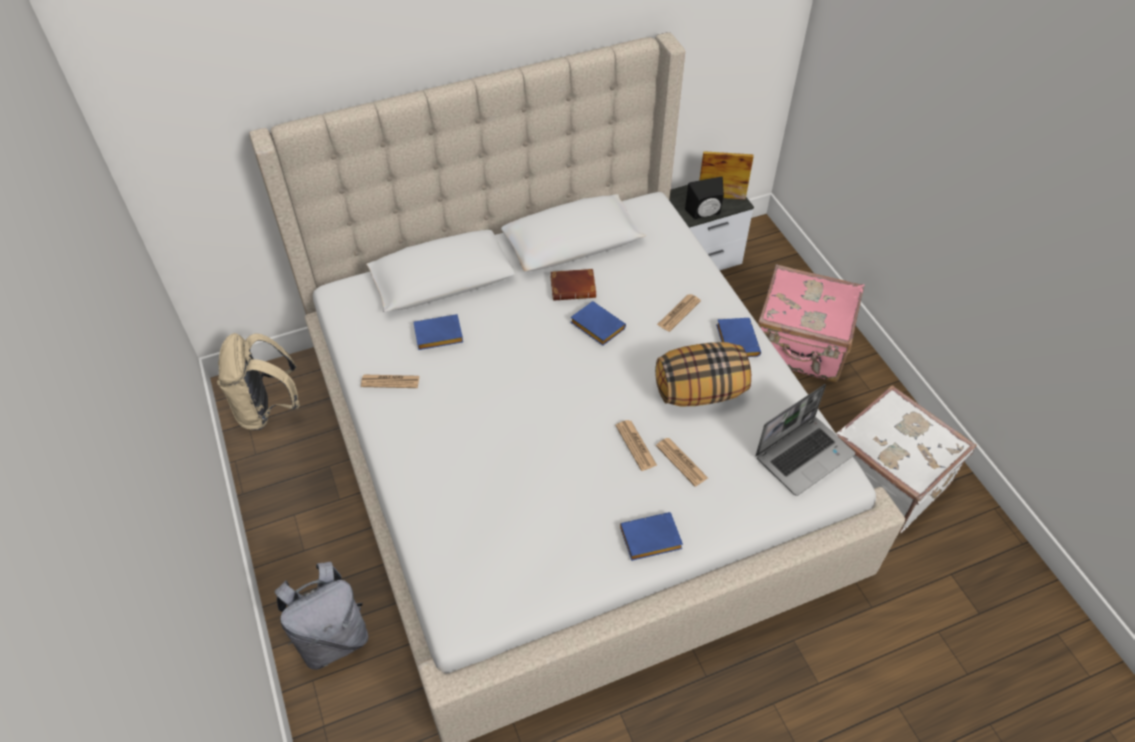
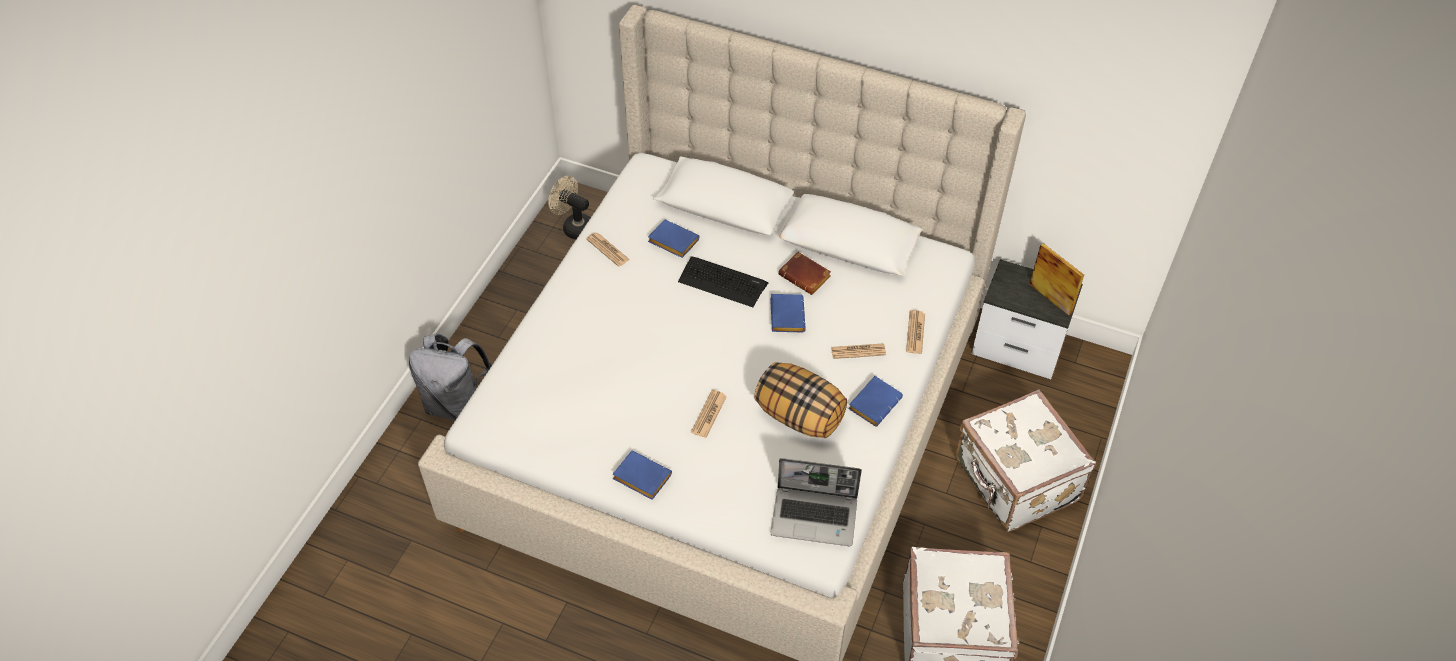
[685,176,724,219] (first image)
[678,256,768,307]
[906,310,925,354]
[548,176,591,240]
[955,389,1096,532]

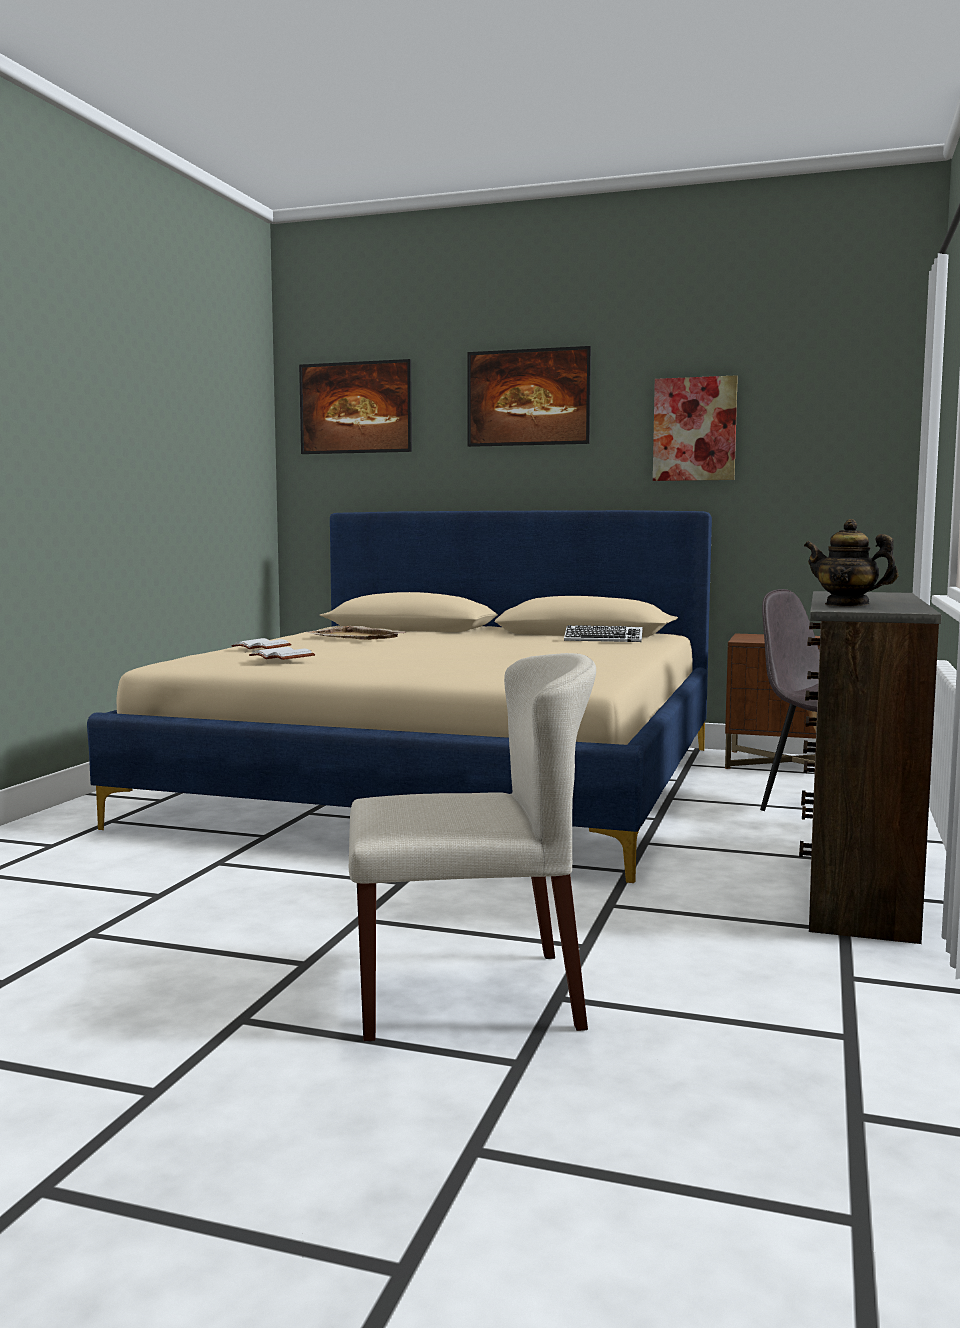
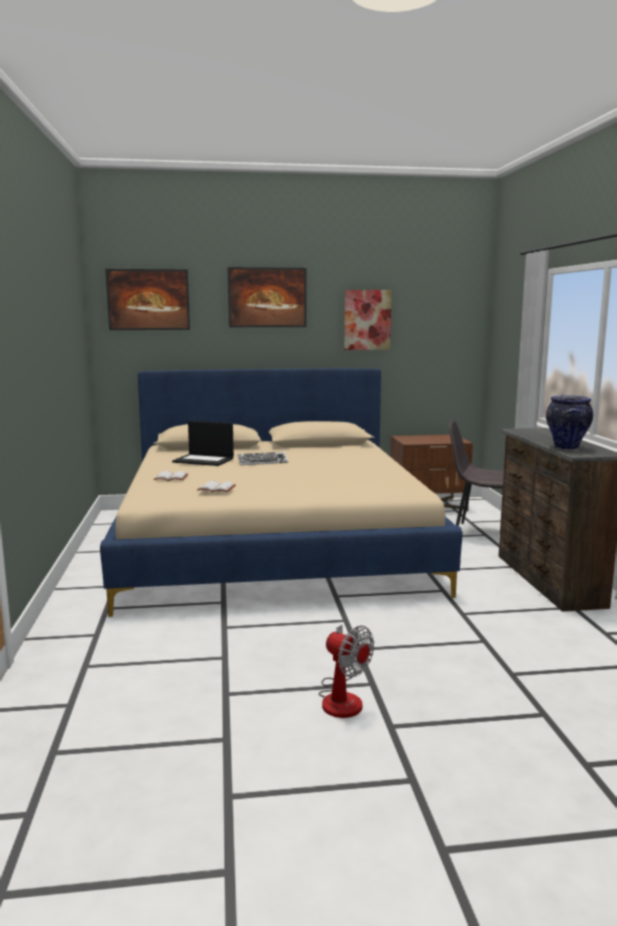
[349,653,596,1041] (first image)
[319,625,374,718]
[237,452,288,465]
[172,421,234,466]
[546,395,593,450]

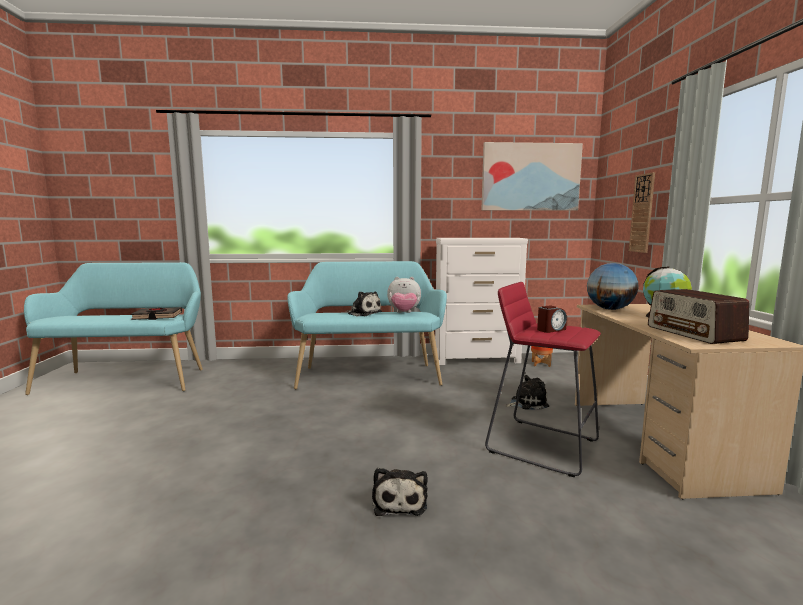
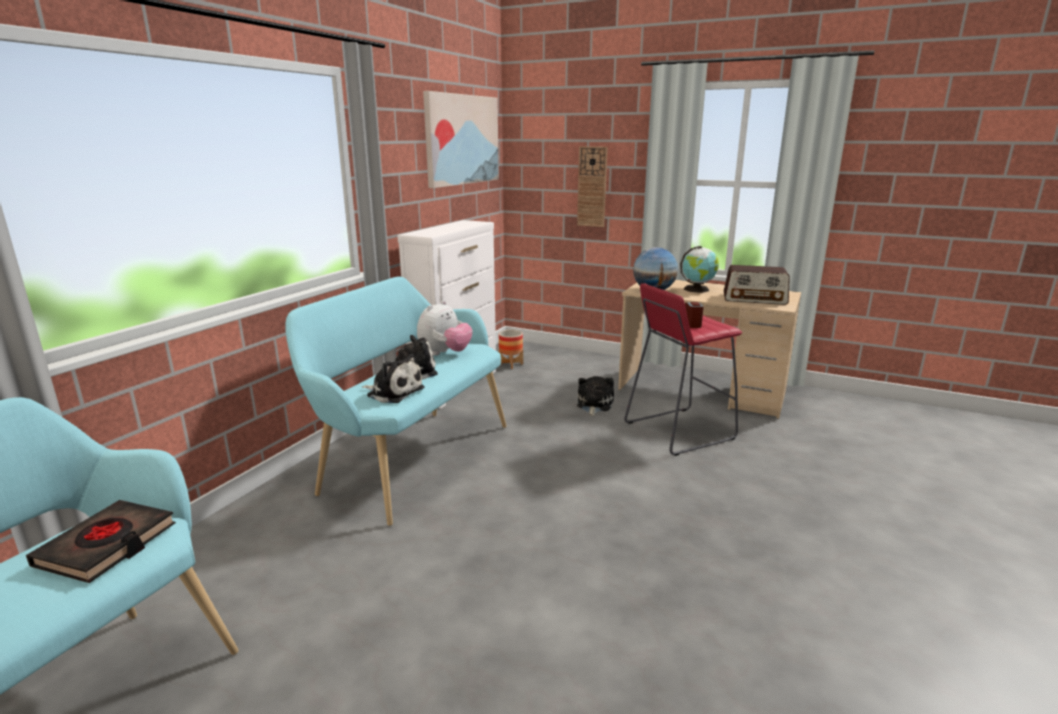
[362,354,425,403]

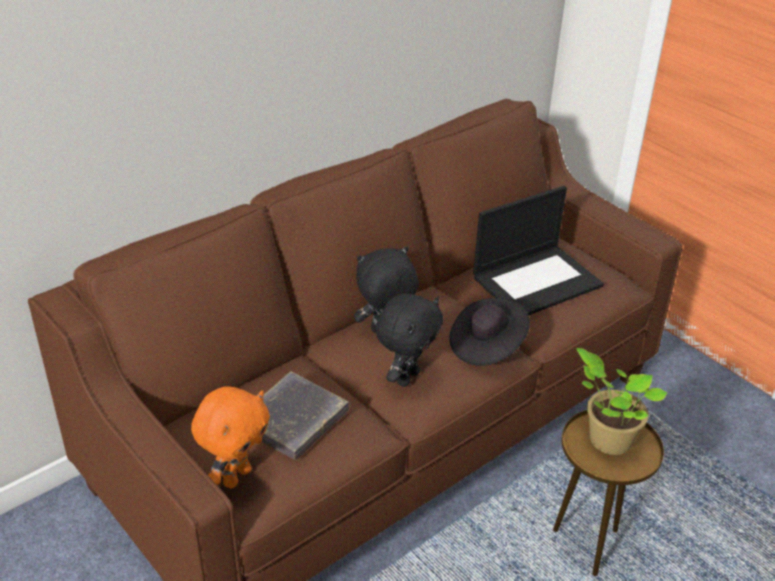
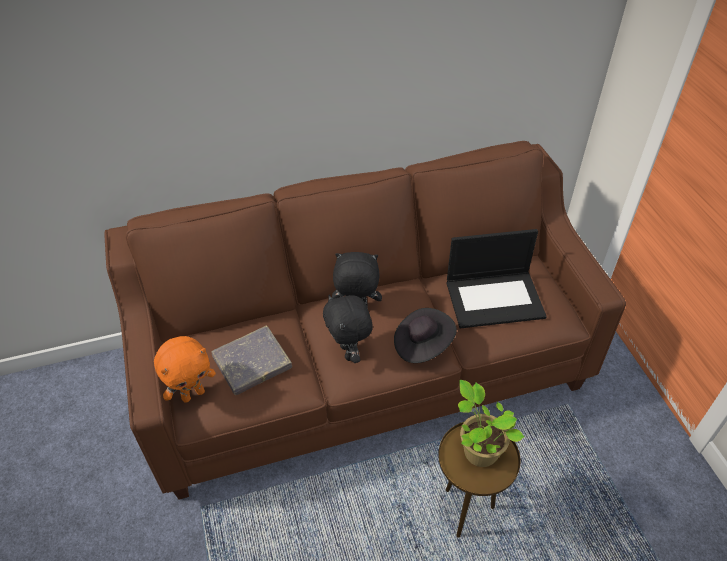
[323,295,373,363]

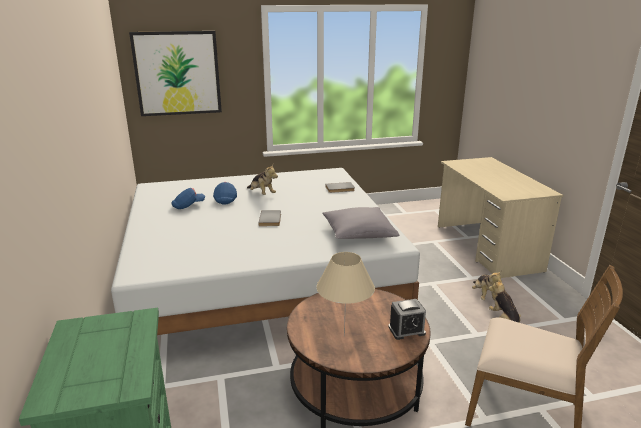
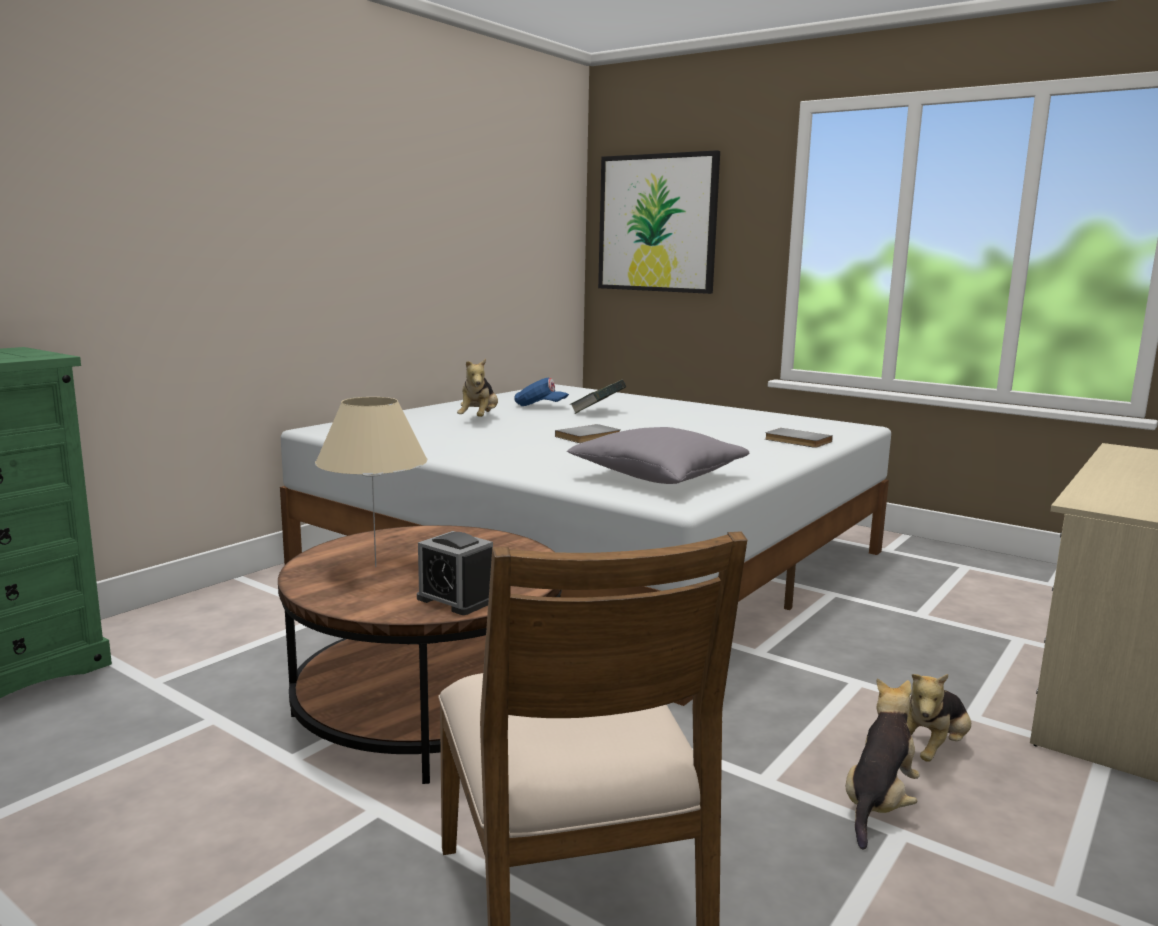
[457,359,498,417]
[570,380,626,414]

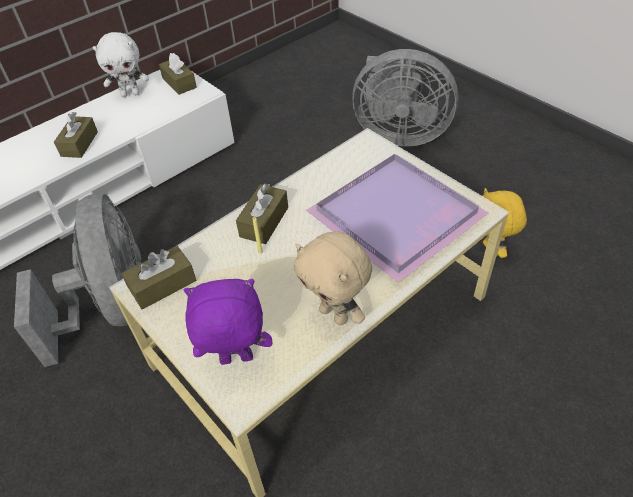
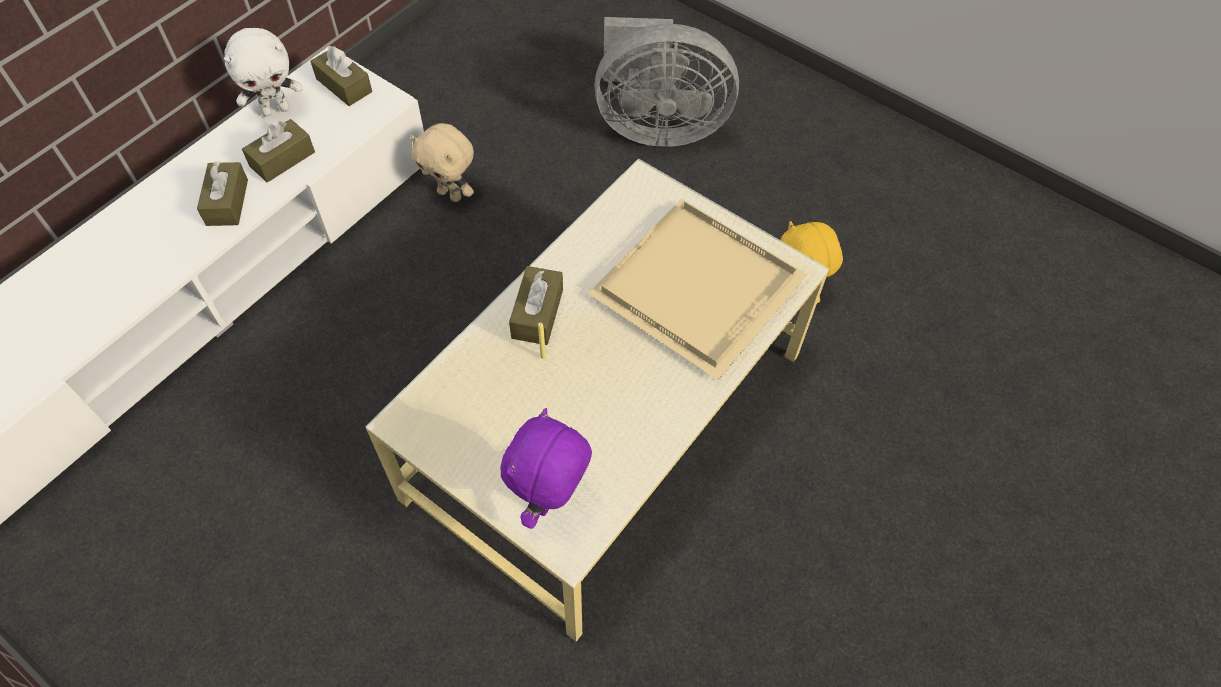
[14,194,141,367] (first image)
[242,119,315,183]
[410,123,474,202]
[588,199,807,380]
[501,408,592,529]

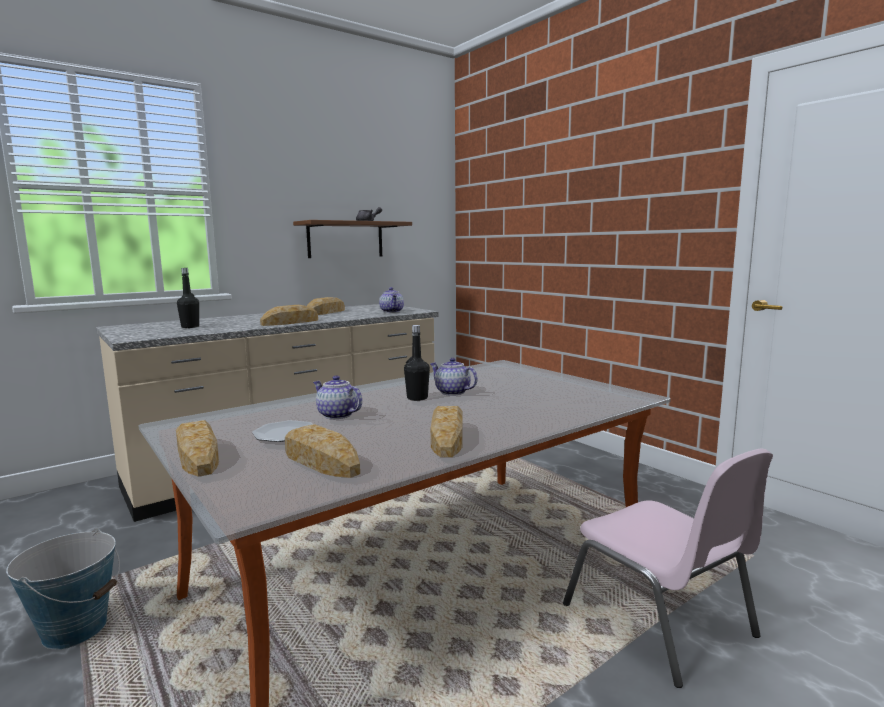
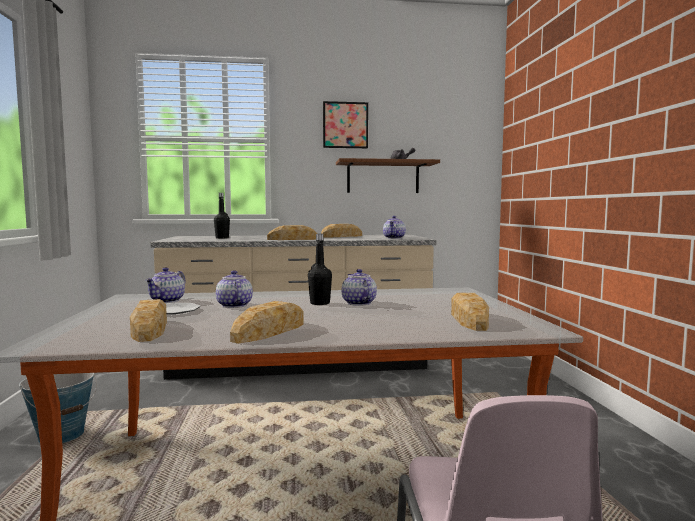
[145,267,185,303]
[323,101,368,148]
[451,293,489,331]

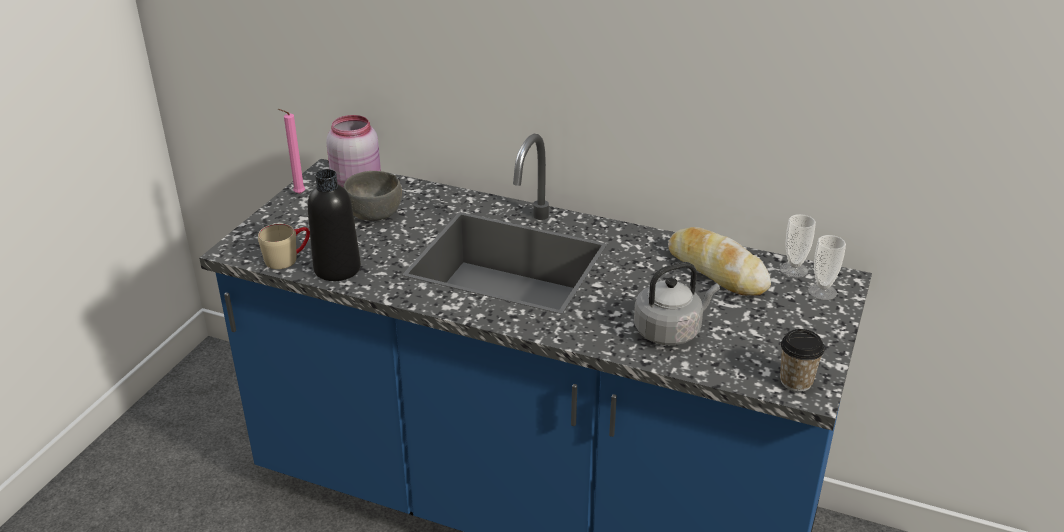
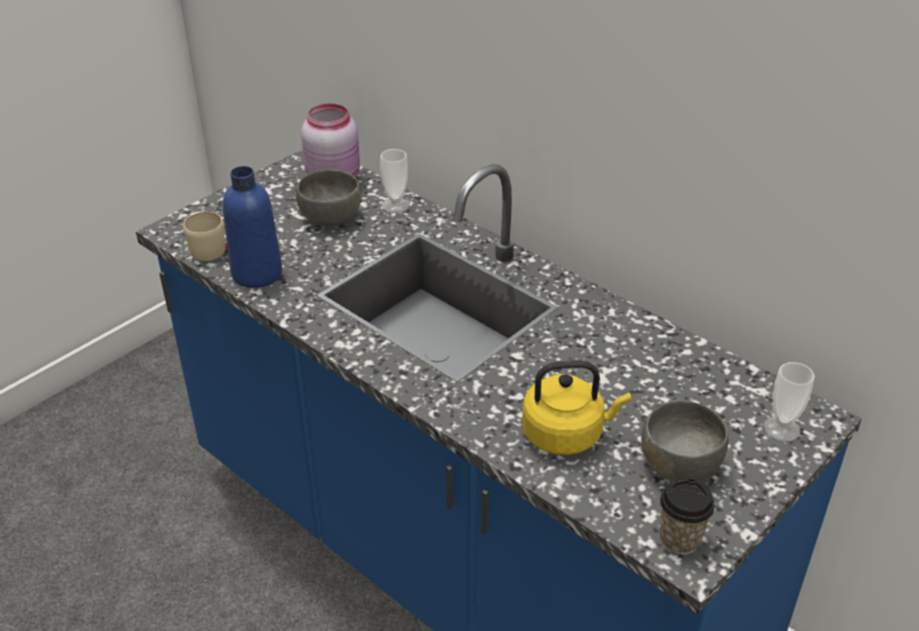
[278,109,305,194] (first image)
[668,227,771,296] (first image)
[641,400,729,481]
[380,149,409,213]
[223,166,282,288]
[522,360,631,455]

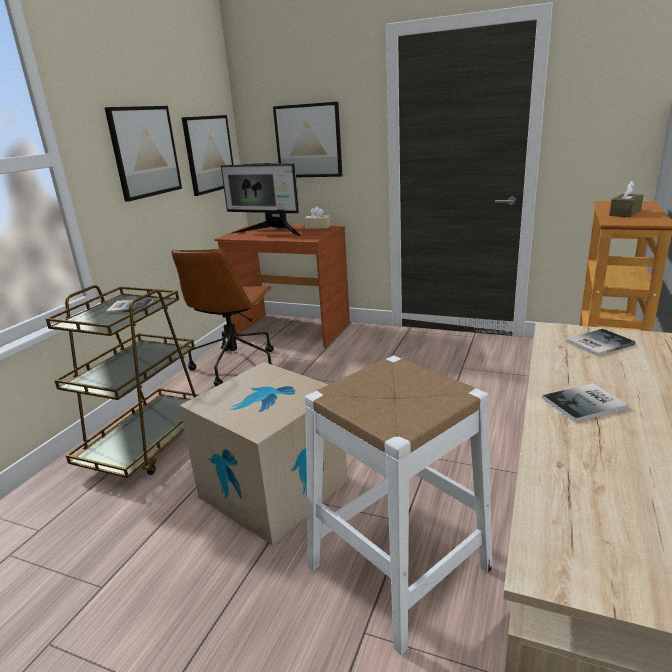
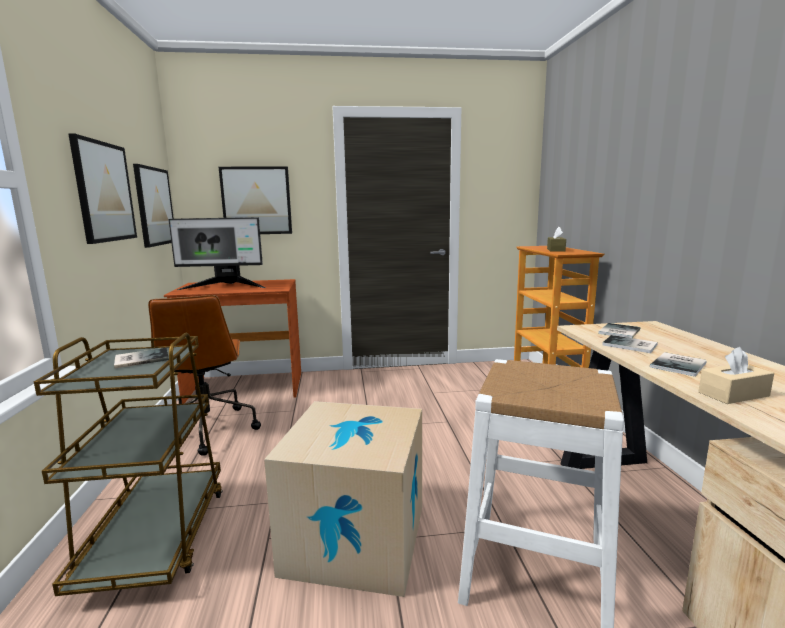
[602,335,658,353]
[699,347,774,404]

